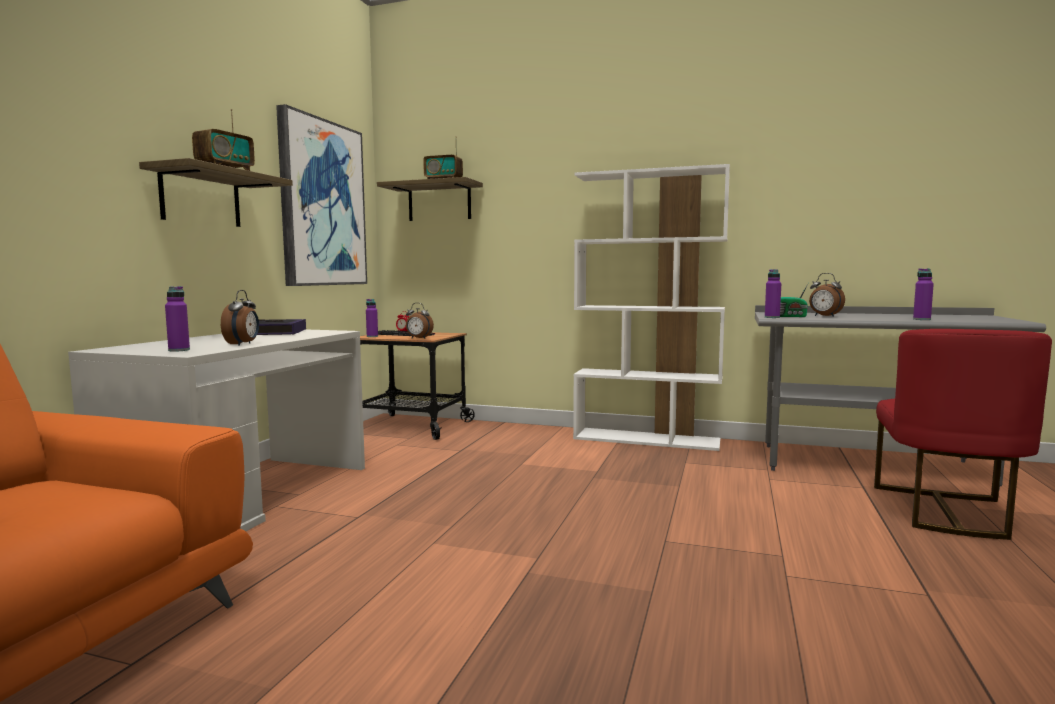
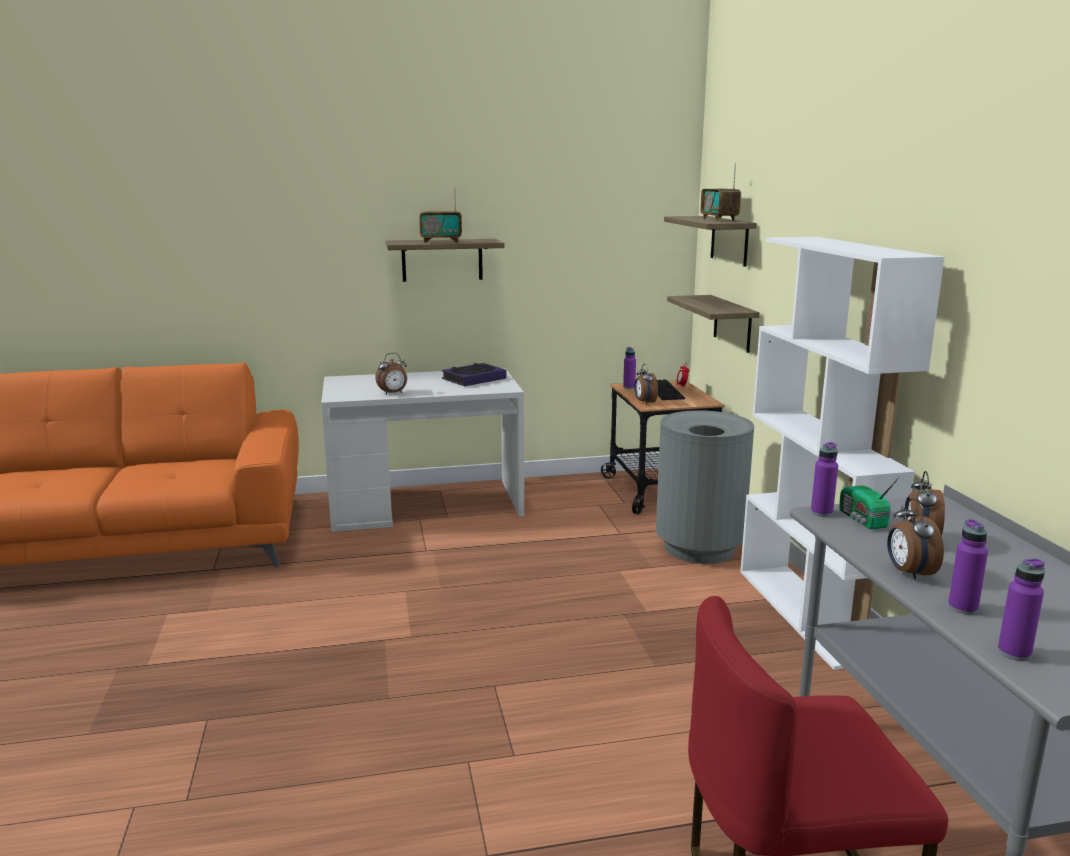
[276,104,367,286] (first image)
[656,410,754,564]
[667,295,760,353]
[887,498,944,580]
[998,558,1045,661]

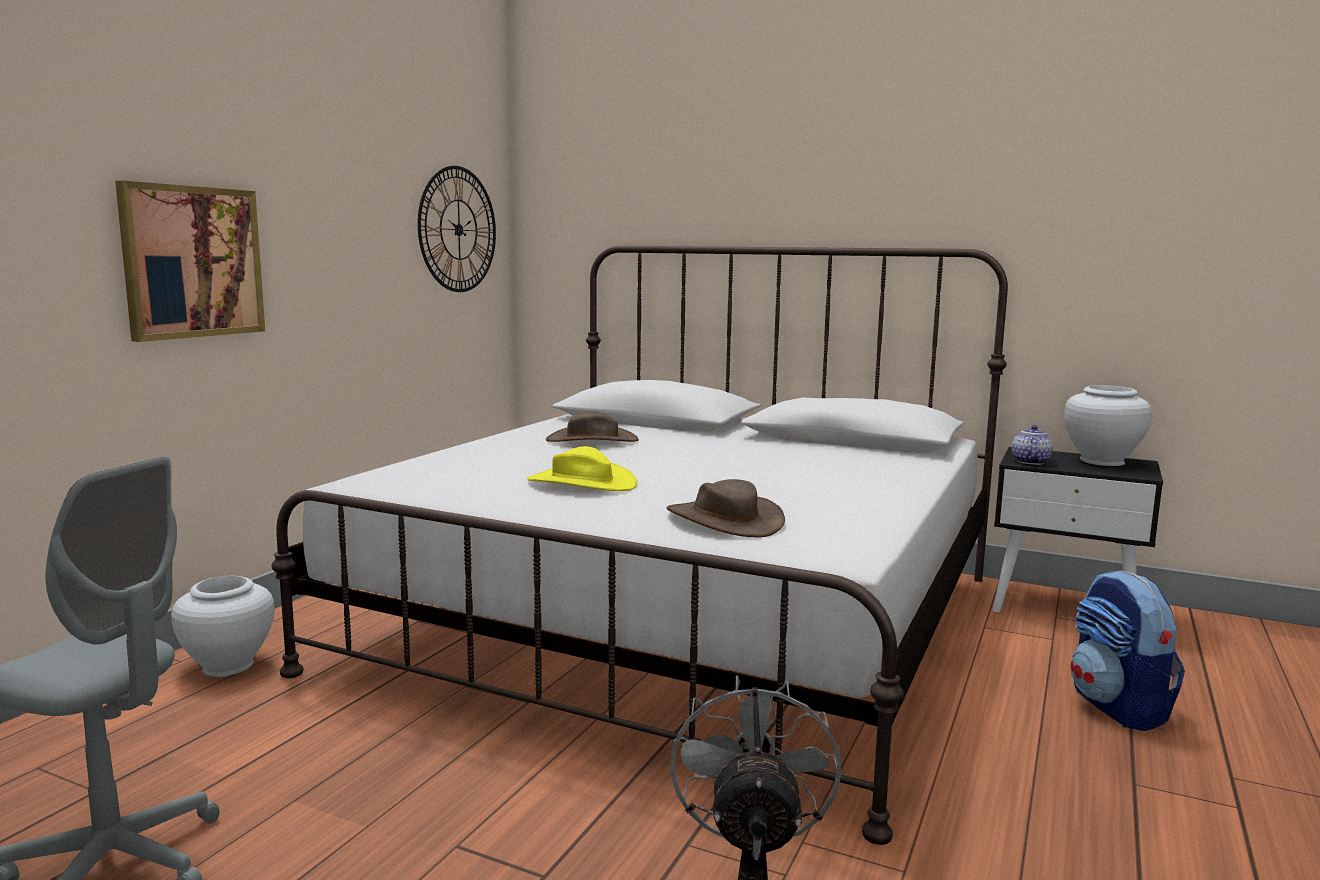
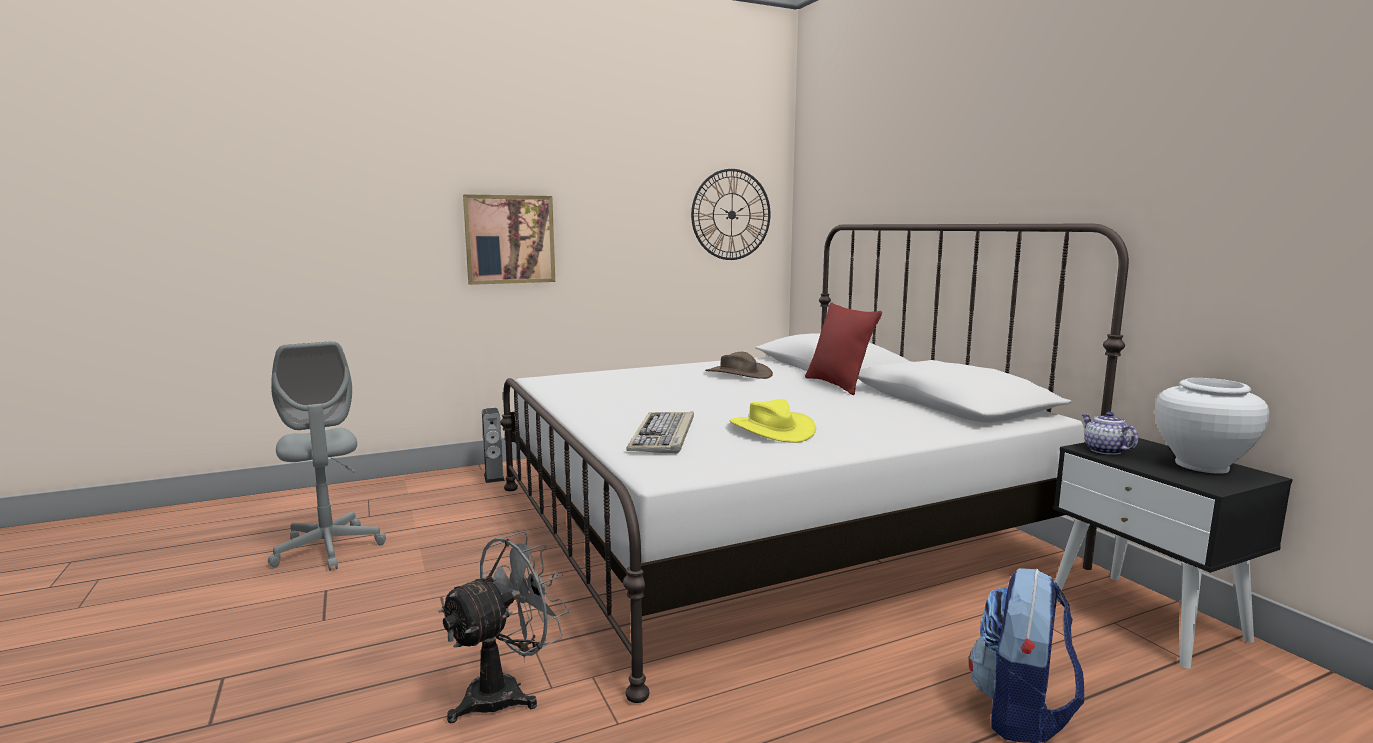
[805,303,882,395]
[730,399,816,443]
[482,408,505,483]
[626,411,694,454]
[1082,412,1138,455]

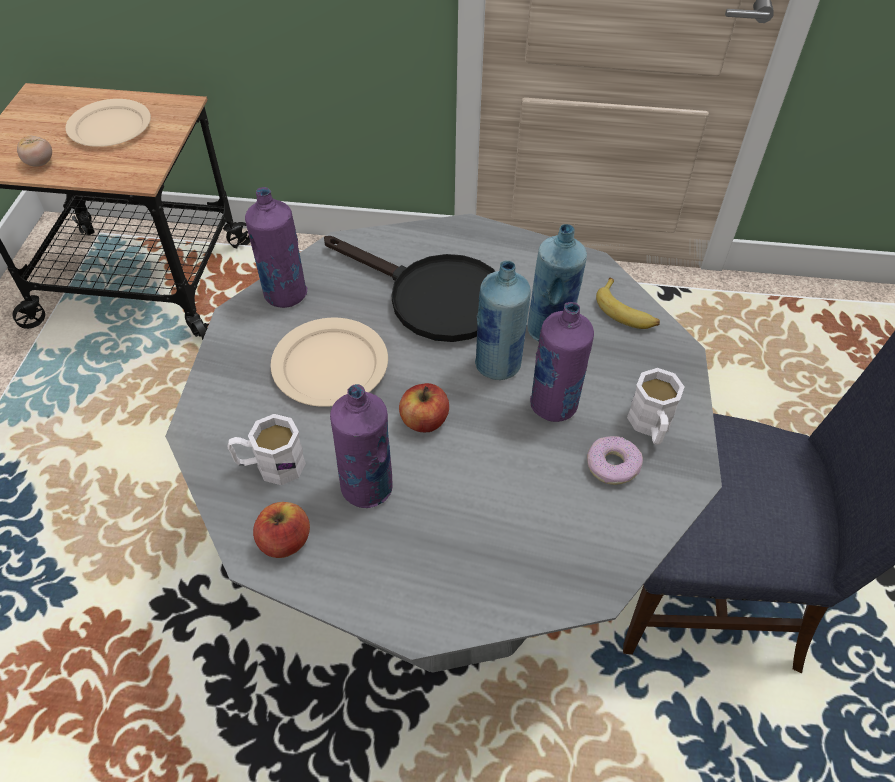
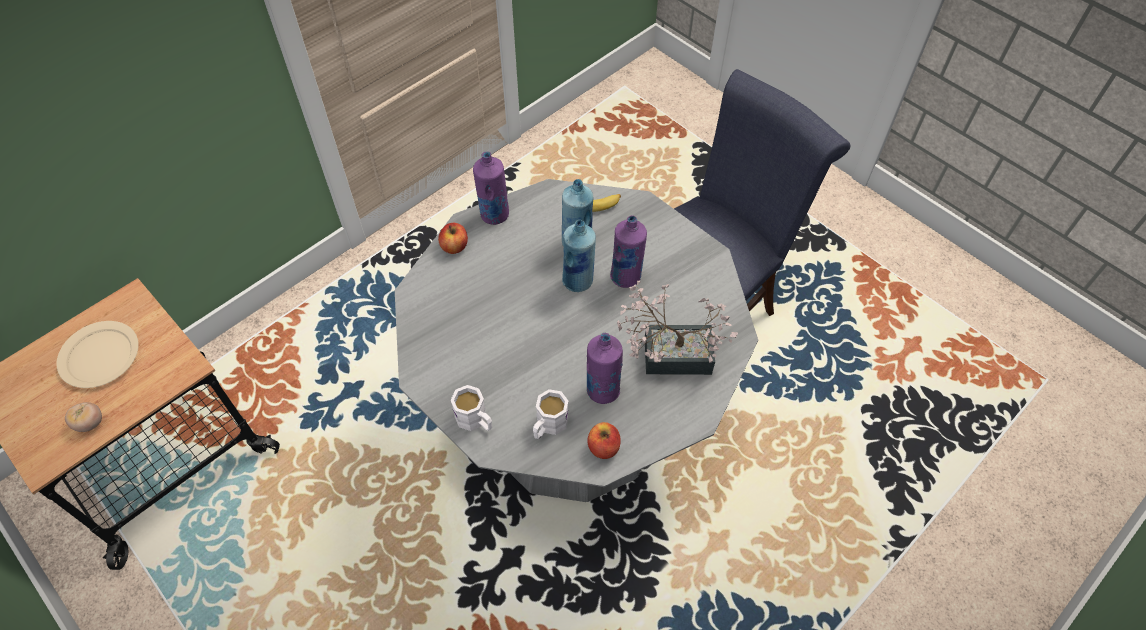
[270,318,388,407] (first image)
[324,236,495,342] (first image)
[587,436,643,485] (first image)
[617,280,738,375]
[473,151,509,225]
[438,223,468,254]
[450,385,492,431]

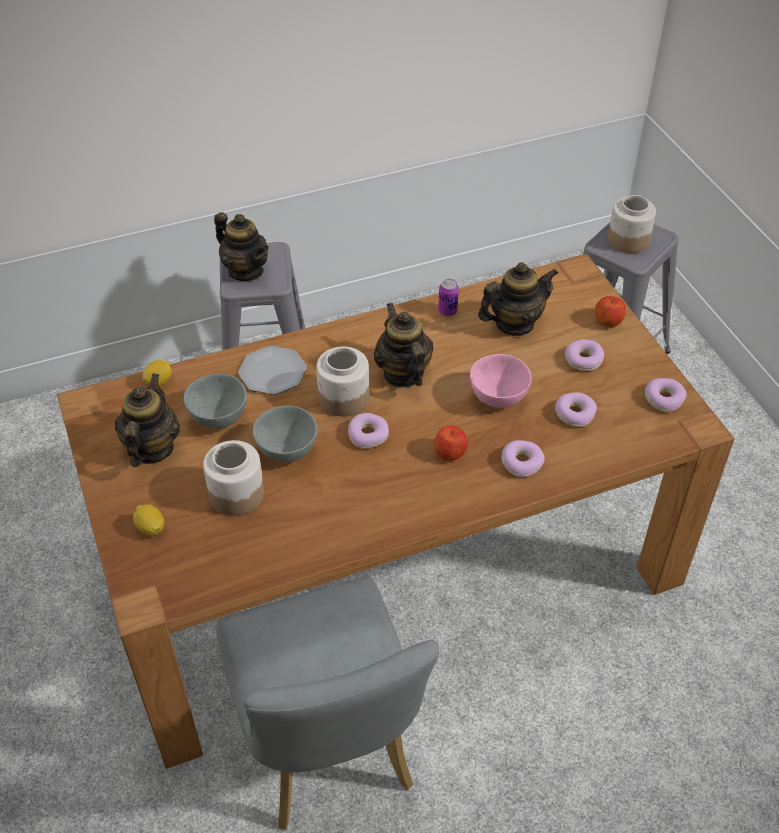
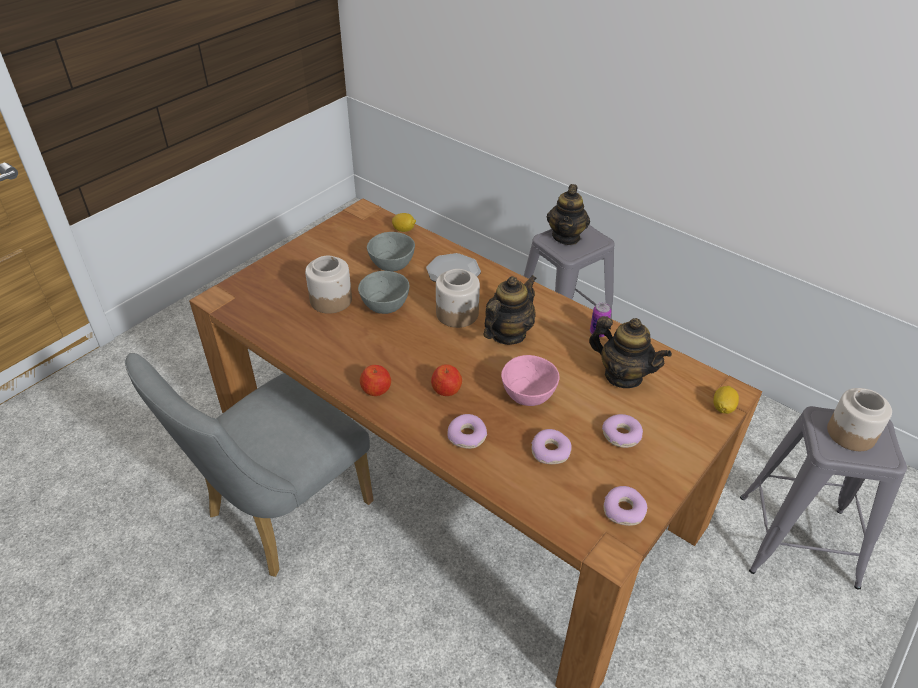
[115,373,180,467] (first image)
[347,413,389,449] (first image)
[713,386,739,414]
[360,365,391,396]

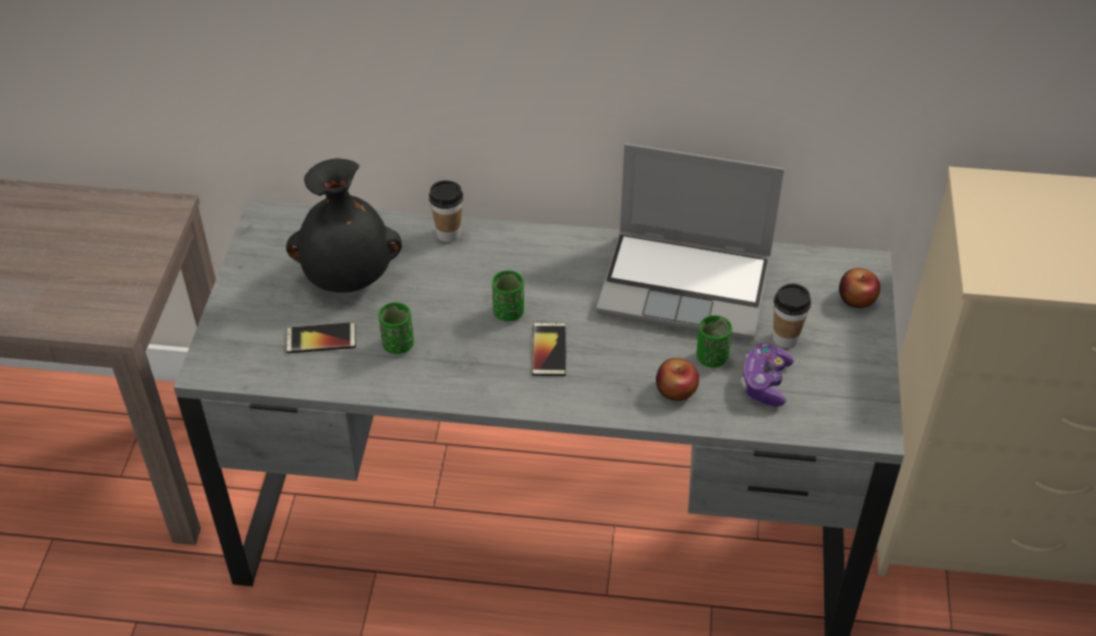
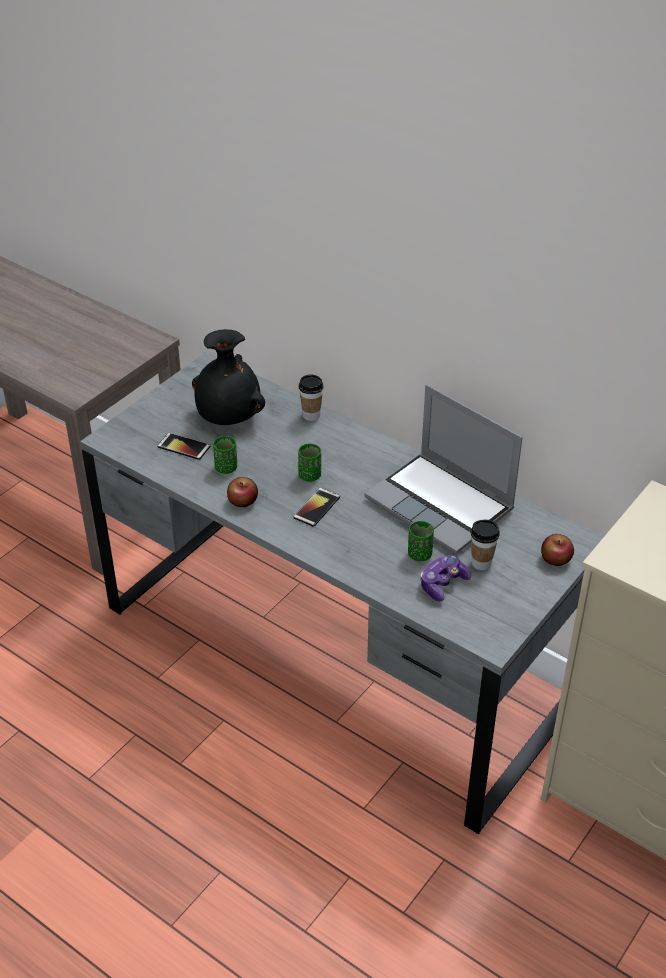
[227,477,258,507]

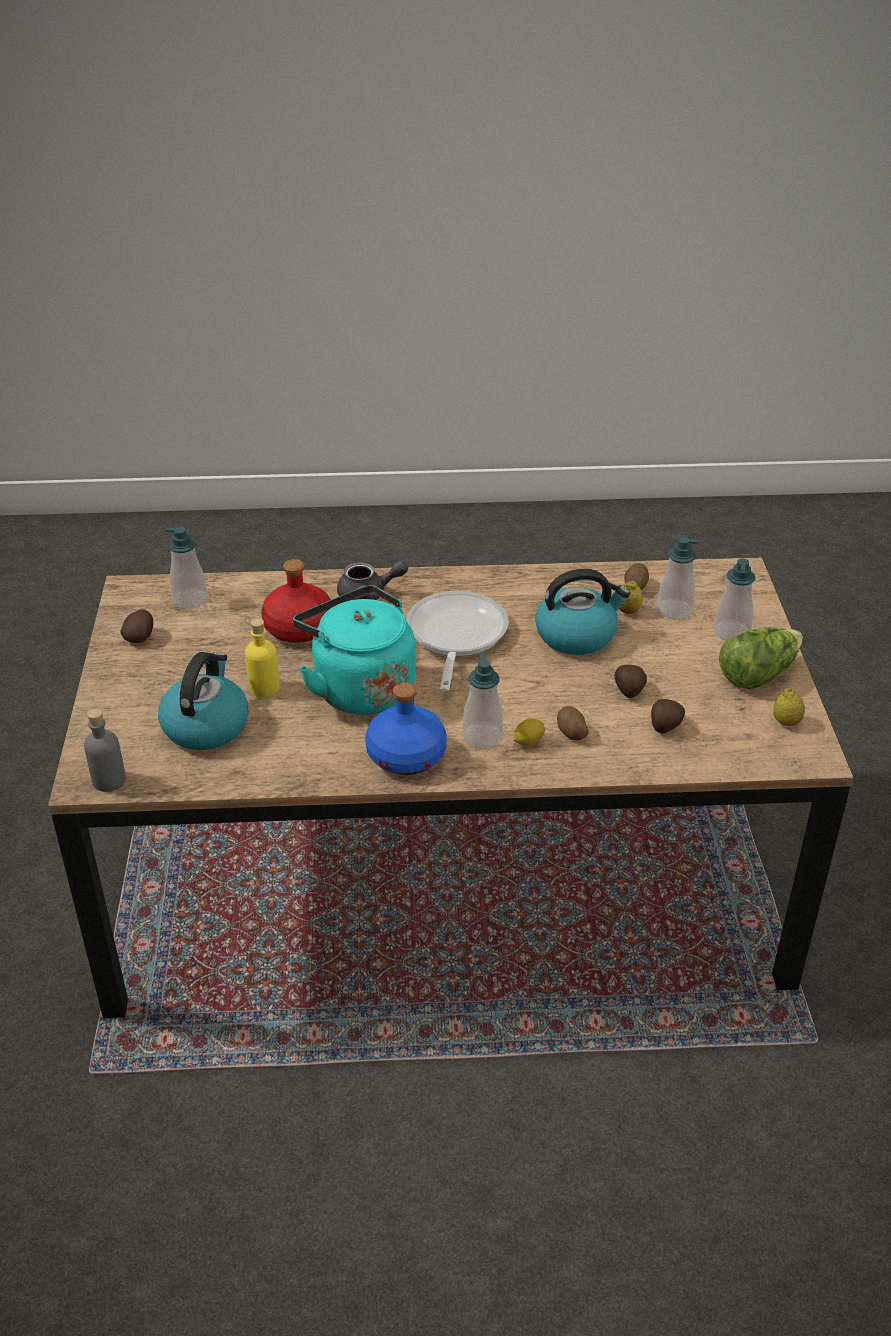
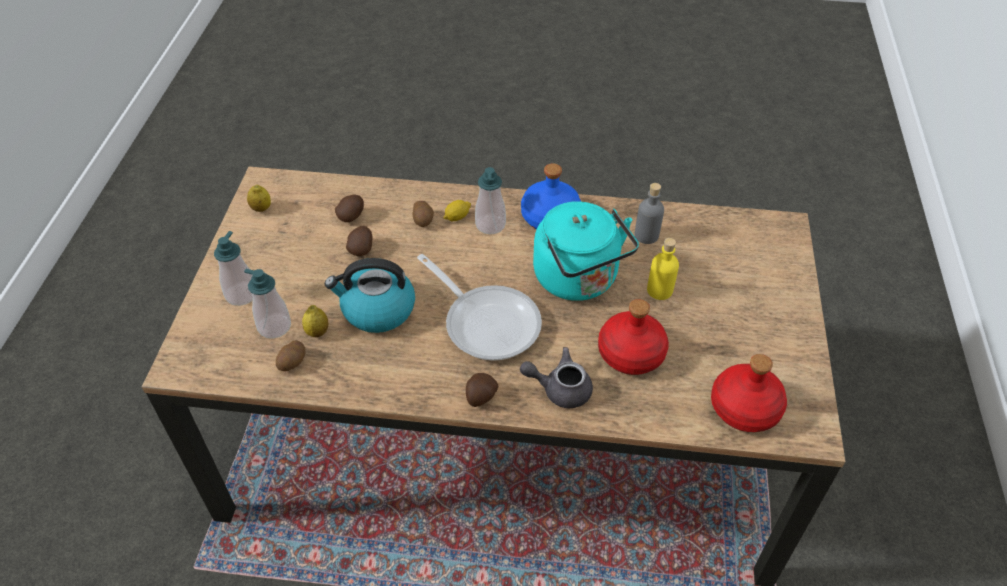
[158,652,248,750] (first image)
[719,627,803,689] (first image)
[634,183,664,244]
[466,373,499,407]
[711,354,787,432]
[417,254,542,361]

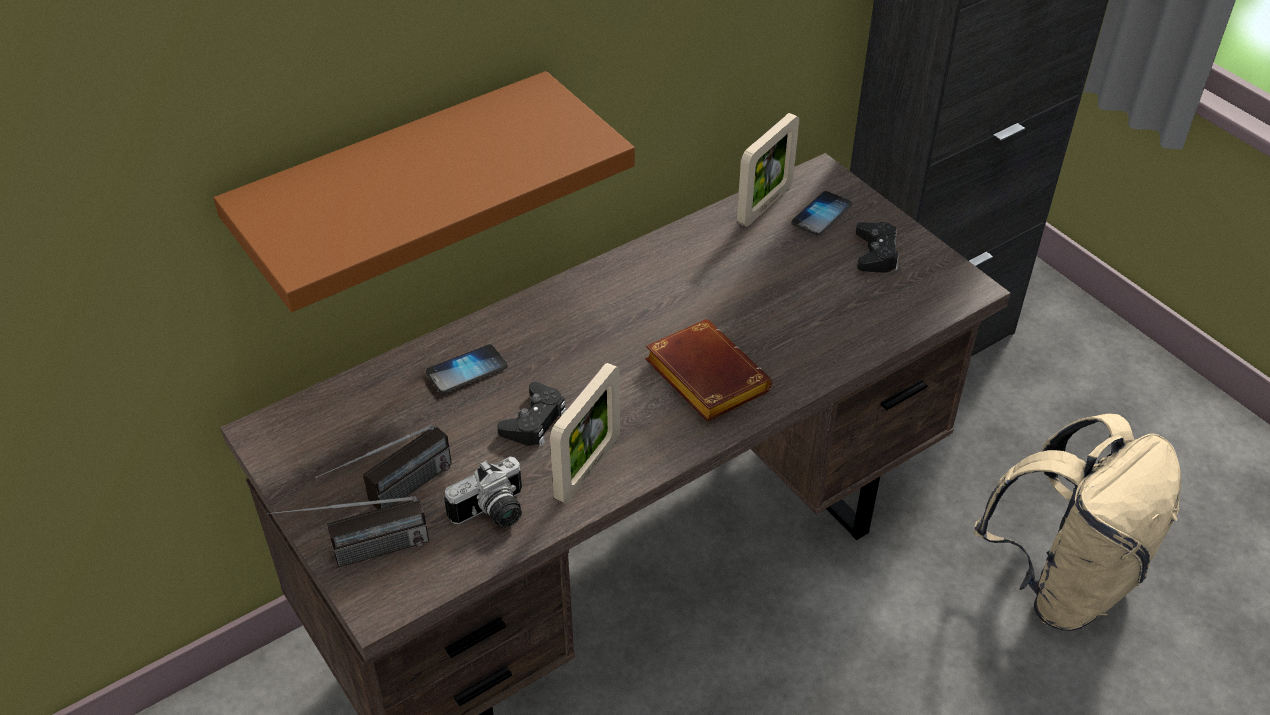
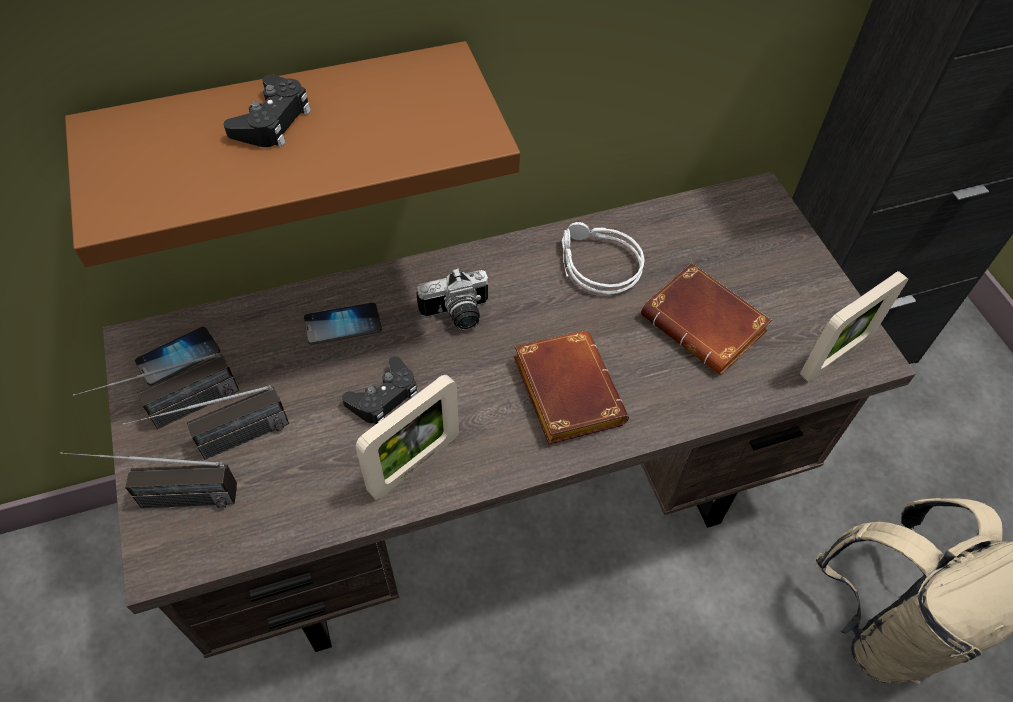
[73,353,239,429]
[562,222,645,294]
[641,263,772,375]
[416,268,488,330]
[800,271,908,382]
[135,327,220,386]
[224,74,311,147]

